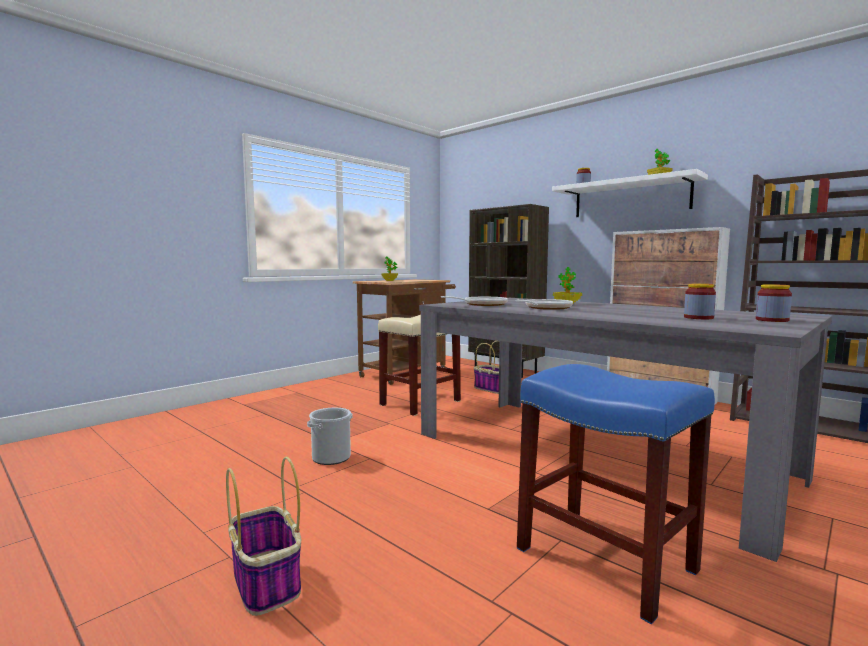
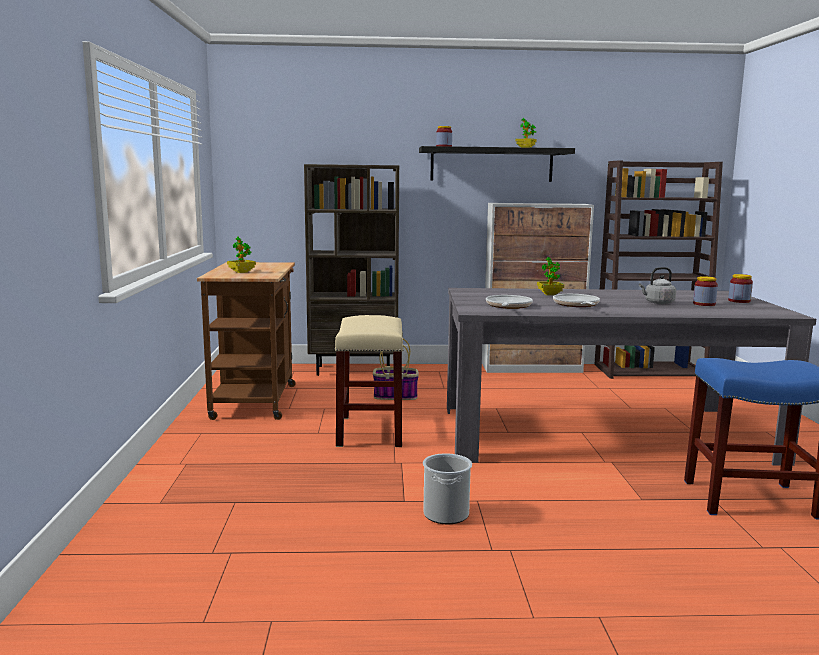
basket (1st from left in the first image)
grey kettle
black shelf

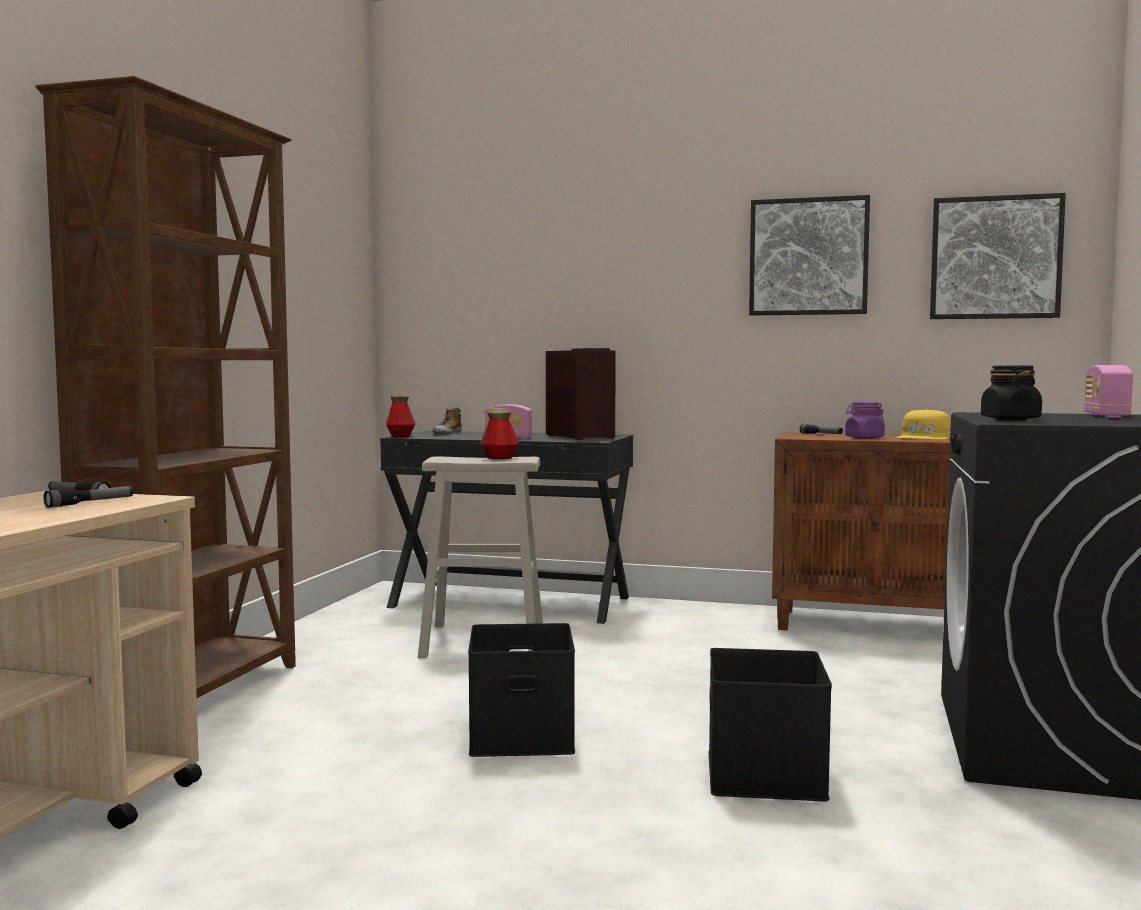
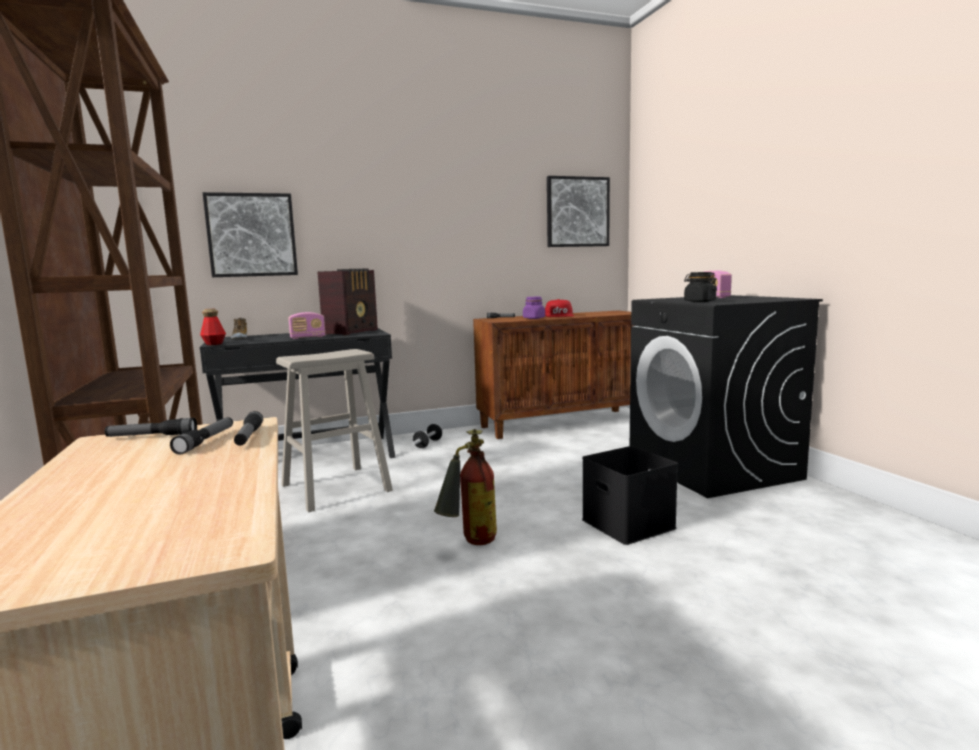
bottle (2nd from left in the first image)
flashlight (3rd from left)
dumbbell
picture (1st from left)
fire extinguisher
red cap
radio (2nd from left)

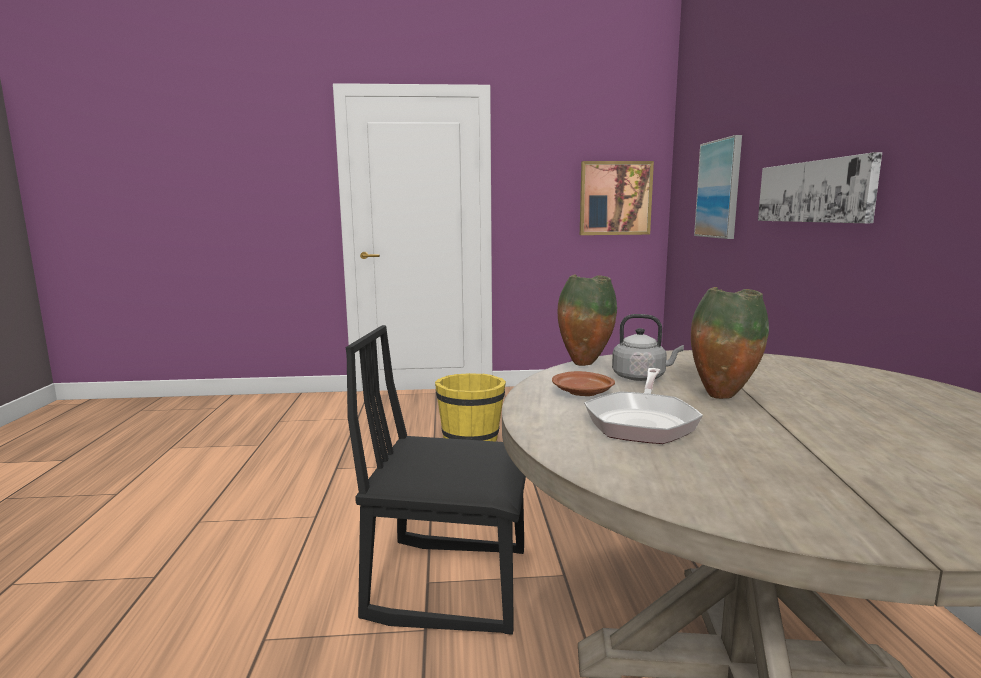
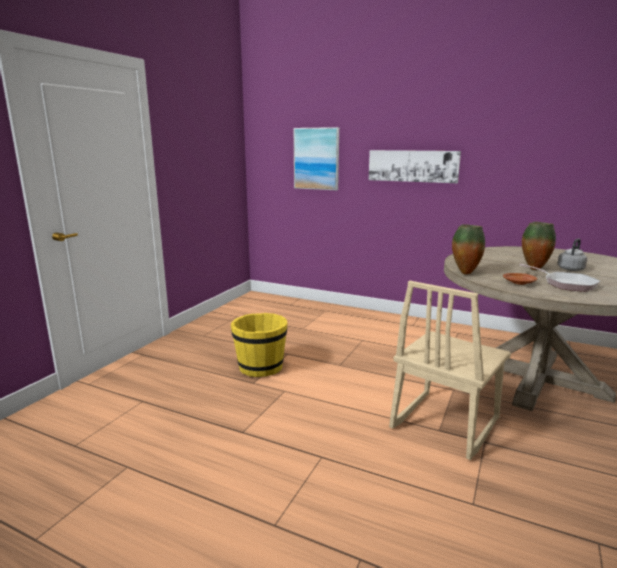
picture (1st from left in the first image)
grey kettle
beige chair

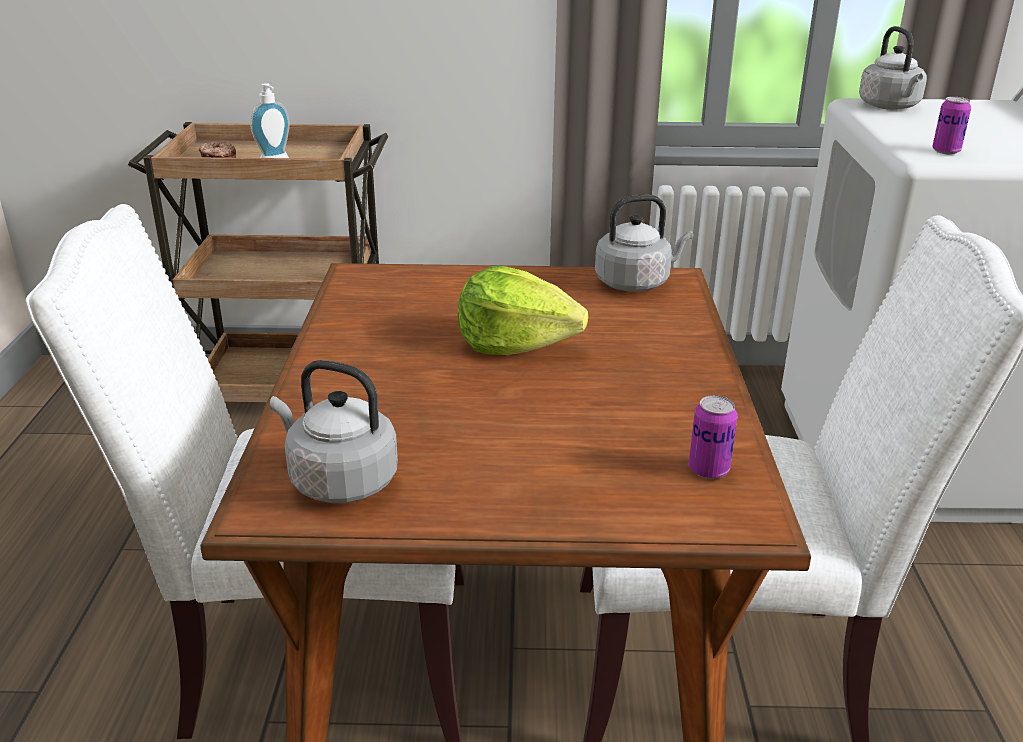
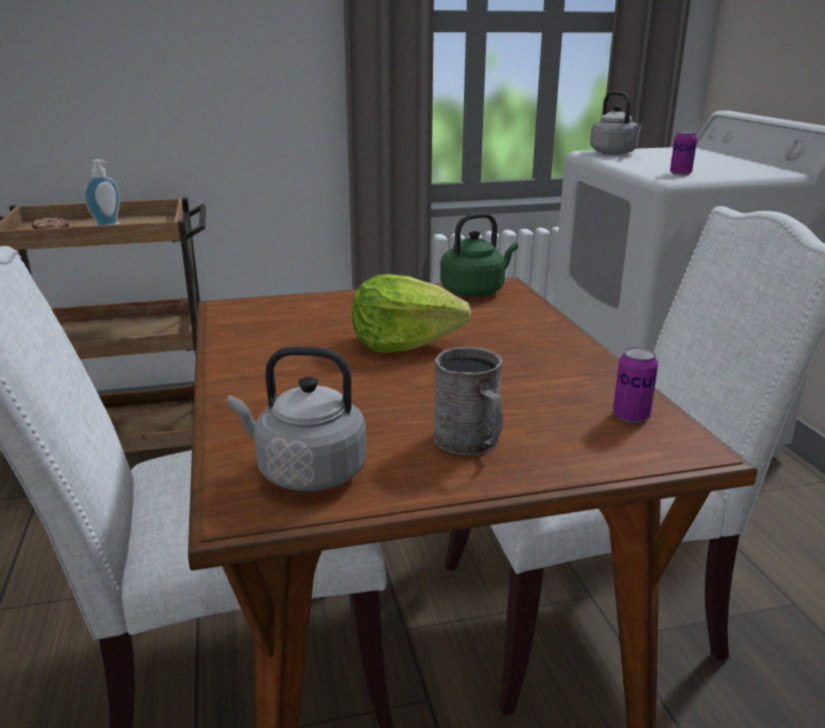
grey mug
green kettle

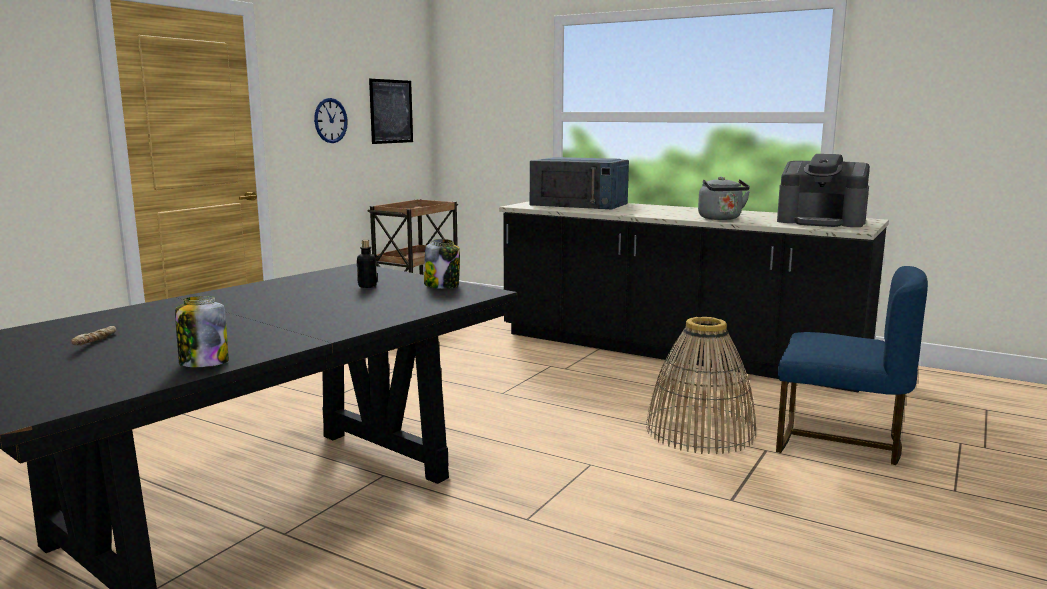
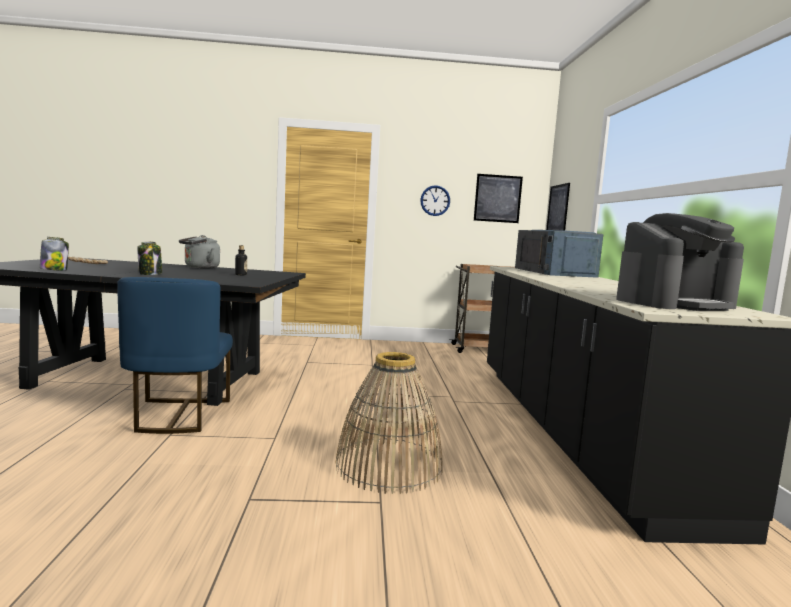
picture (2nd from left)
jar (2nd from left)
grey kettle
blue chair
coffee machine

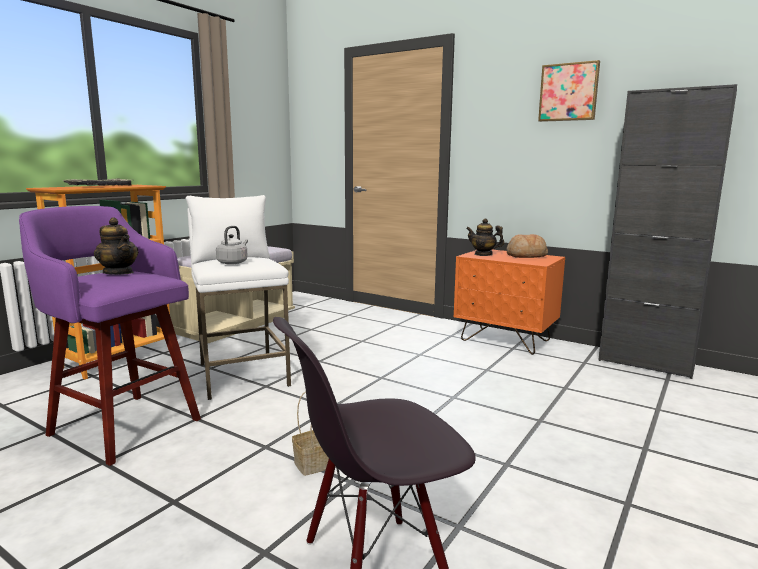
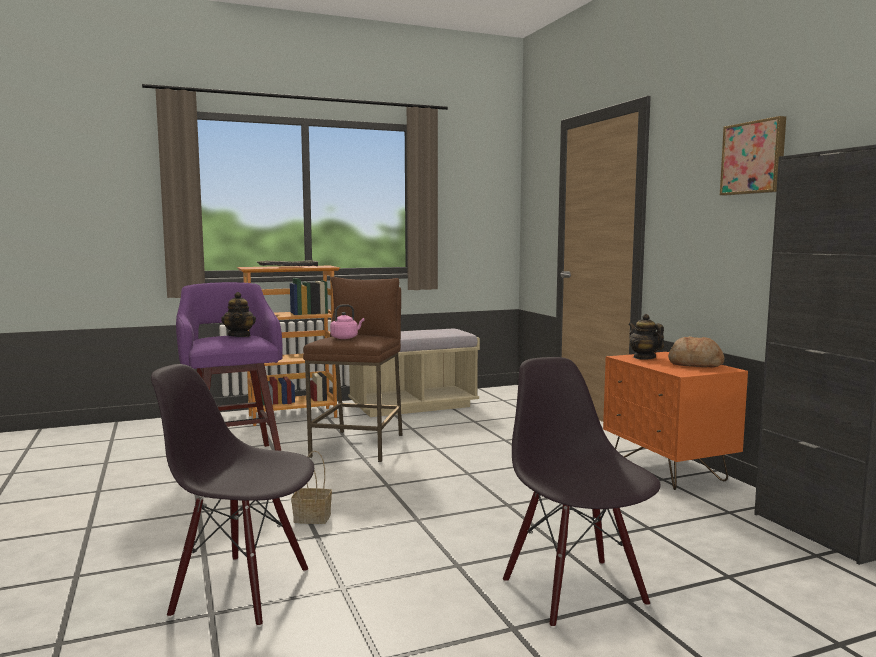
black chair (2nd from left)
brown stool
pink kettle

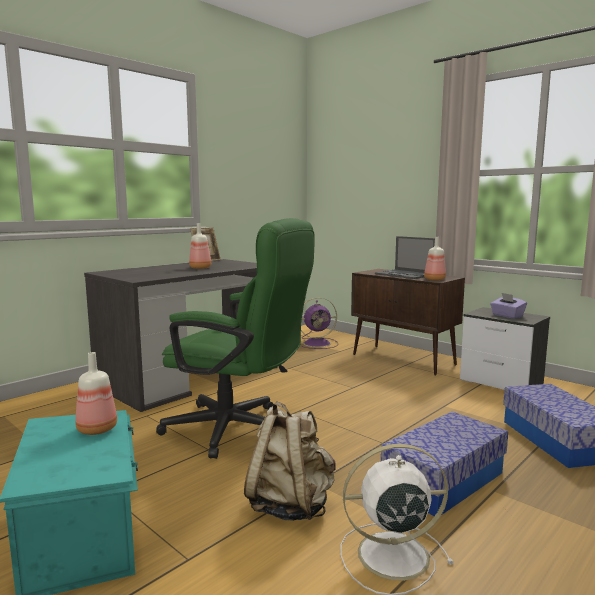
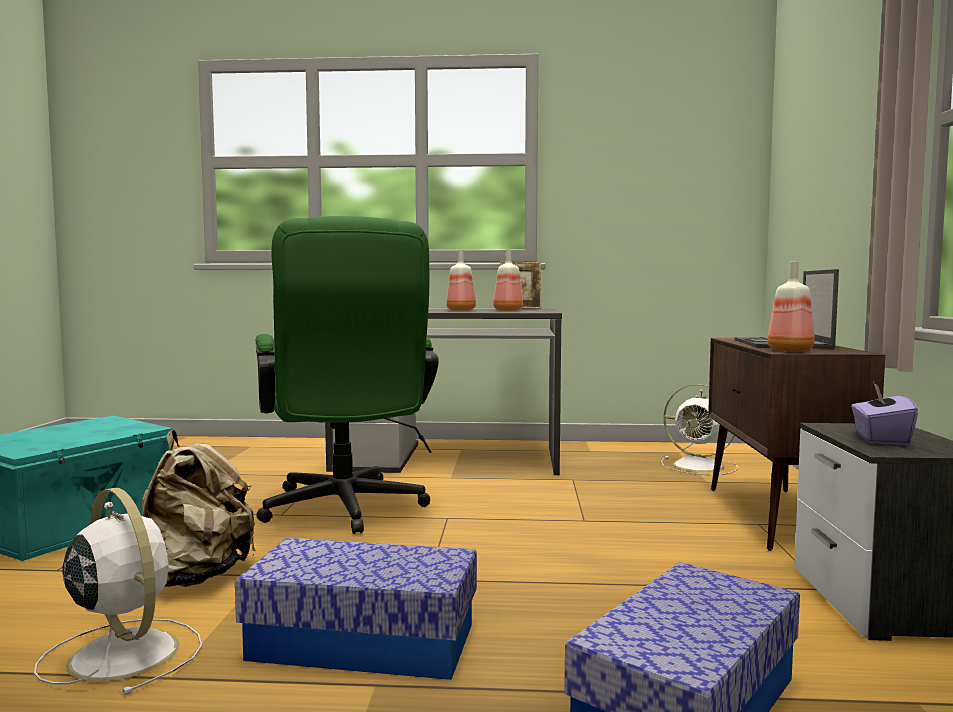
bottle (2nd from left)
white fan (2nd from left)

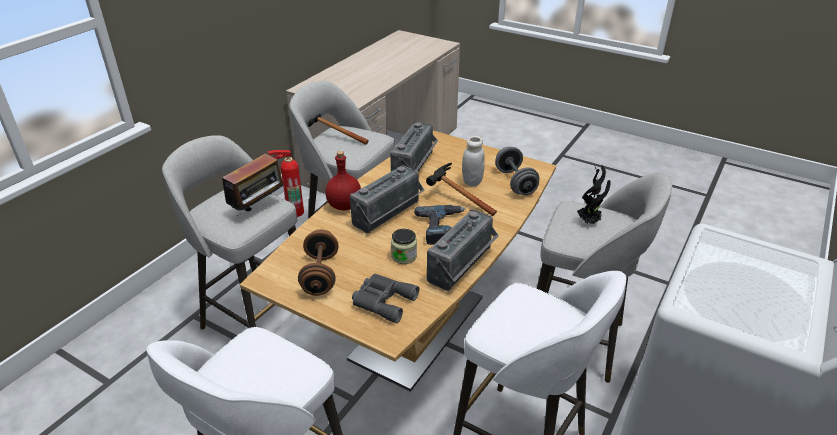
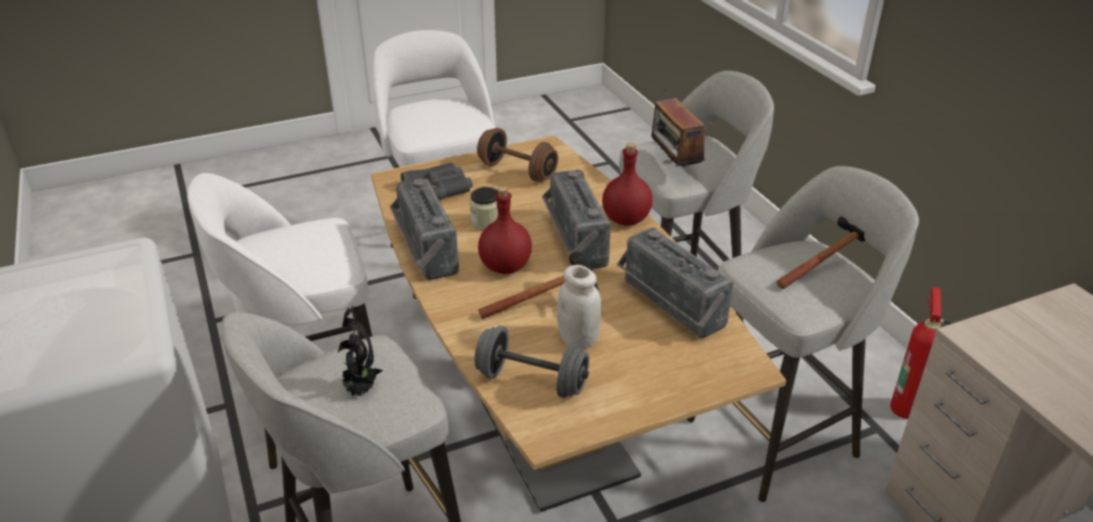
red bottle (1st from left)

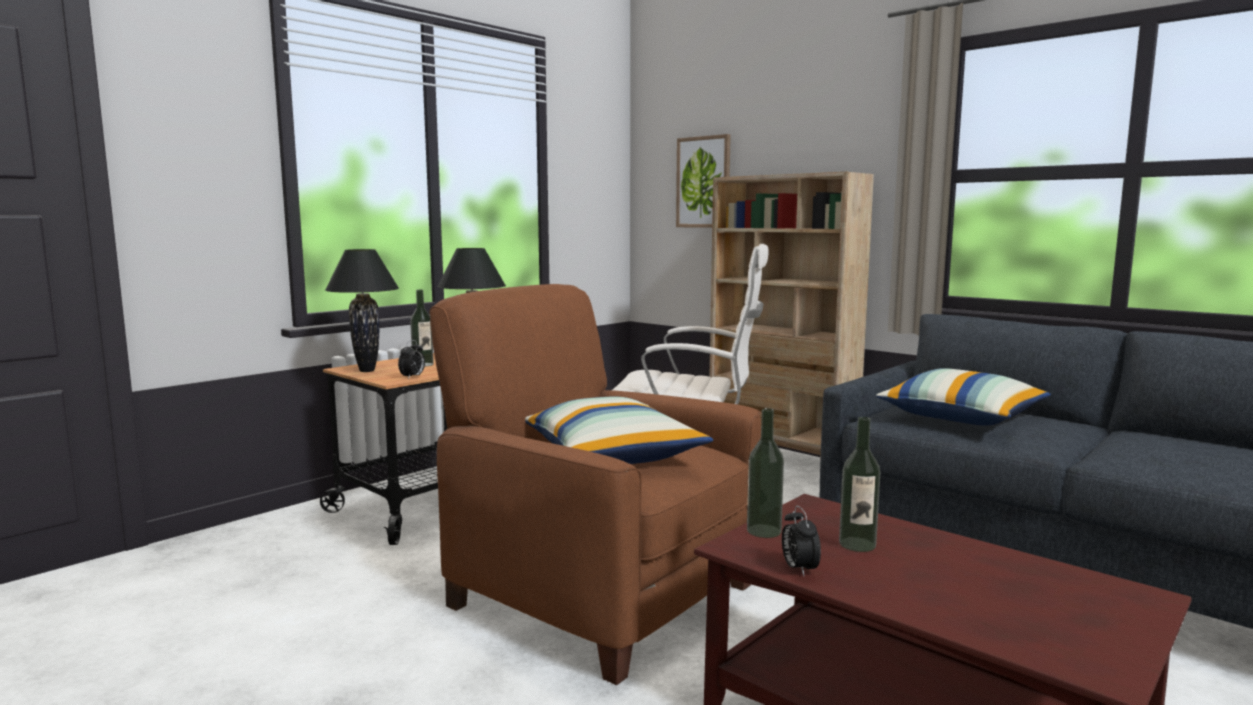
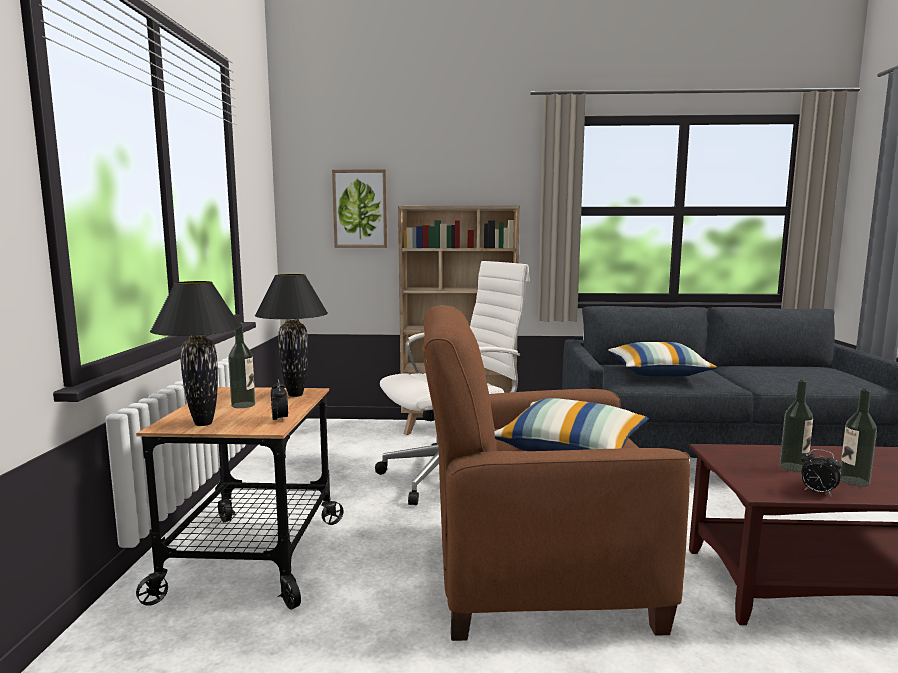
bottle (3rd from left)

